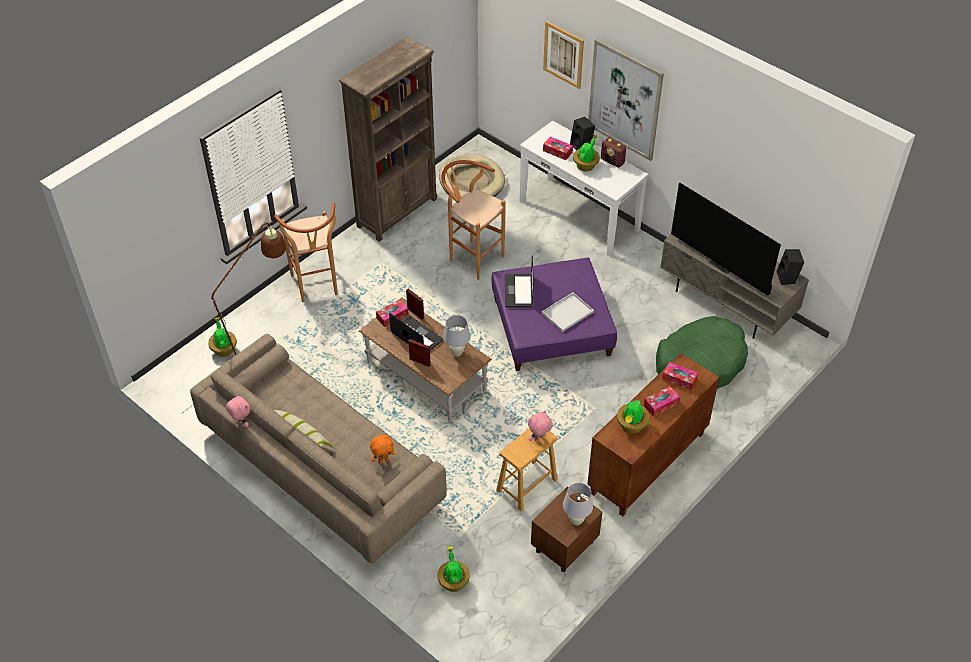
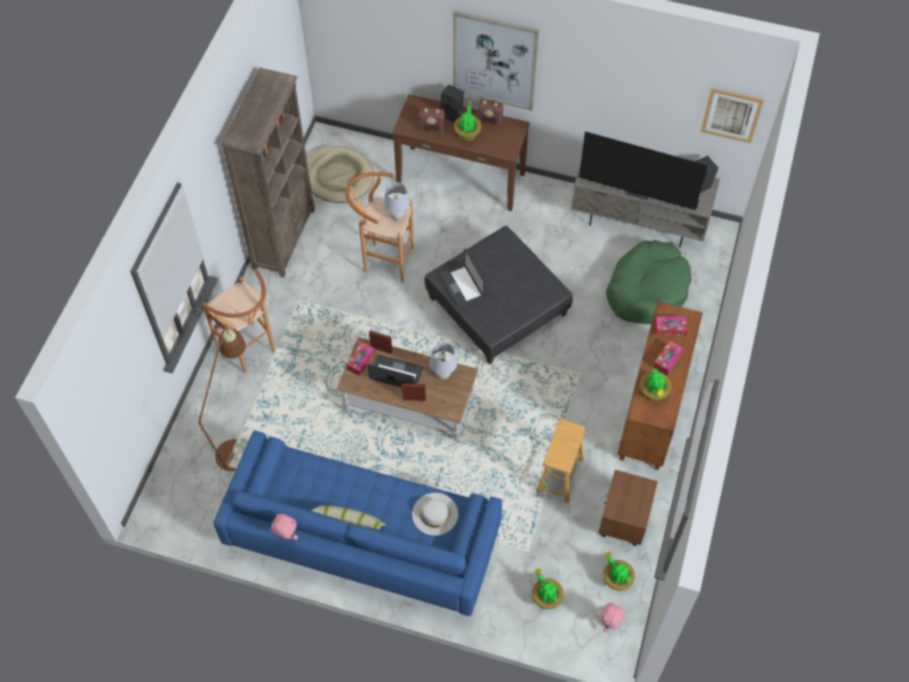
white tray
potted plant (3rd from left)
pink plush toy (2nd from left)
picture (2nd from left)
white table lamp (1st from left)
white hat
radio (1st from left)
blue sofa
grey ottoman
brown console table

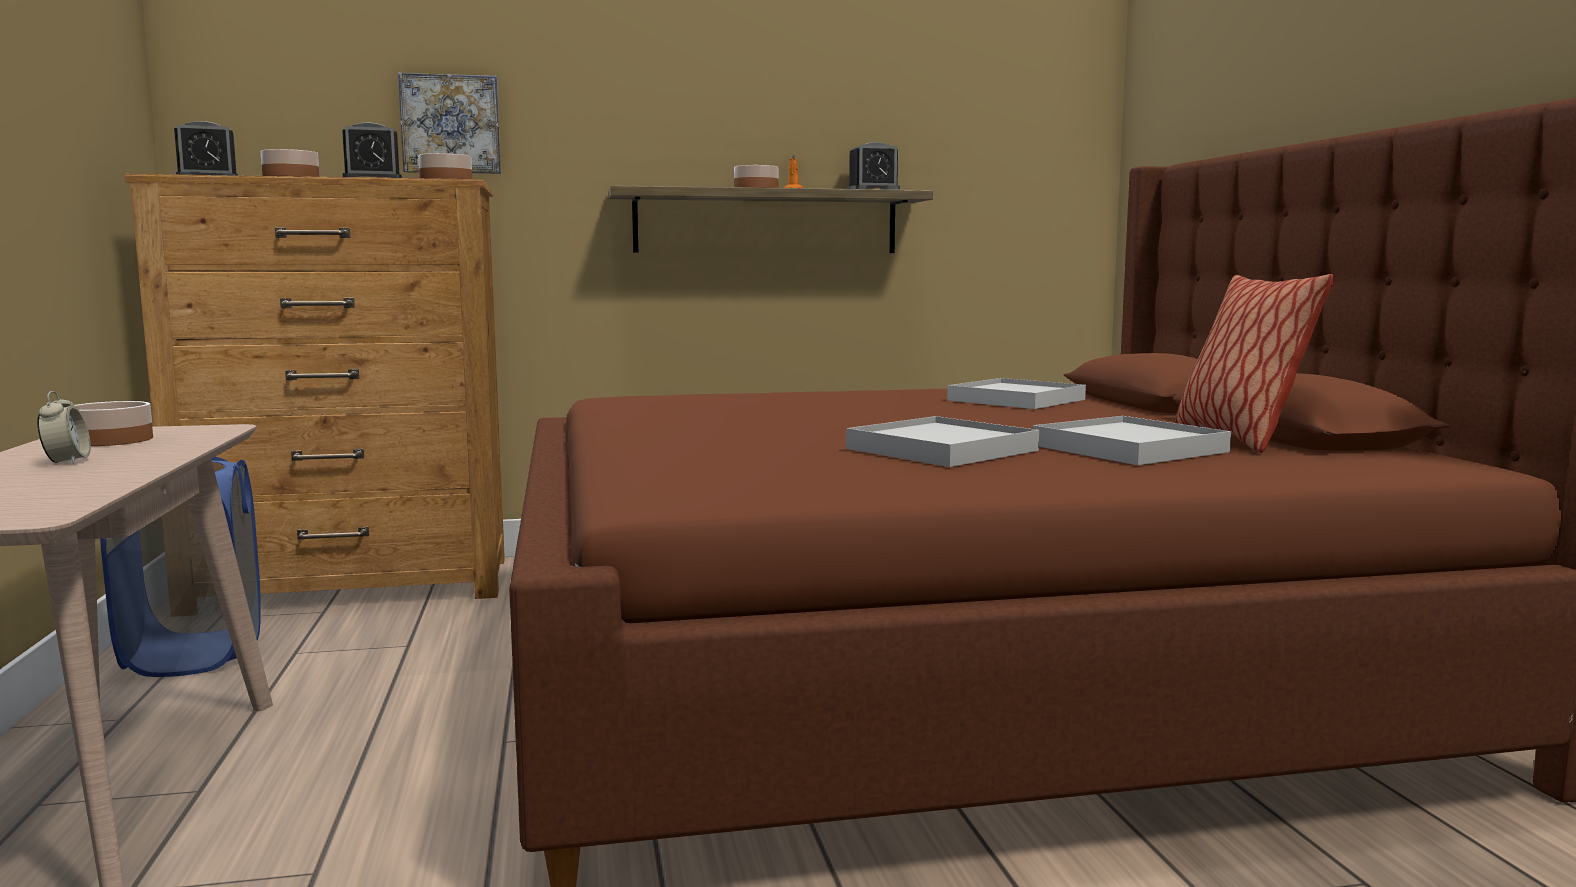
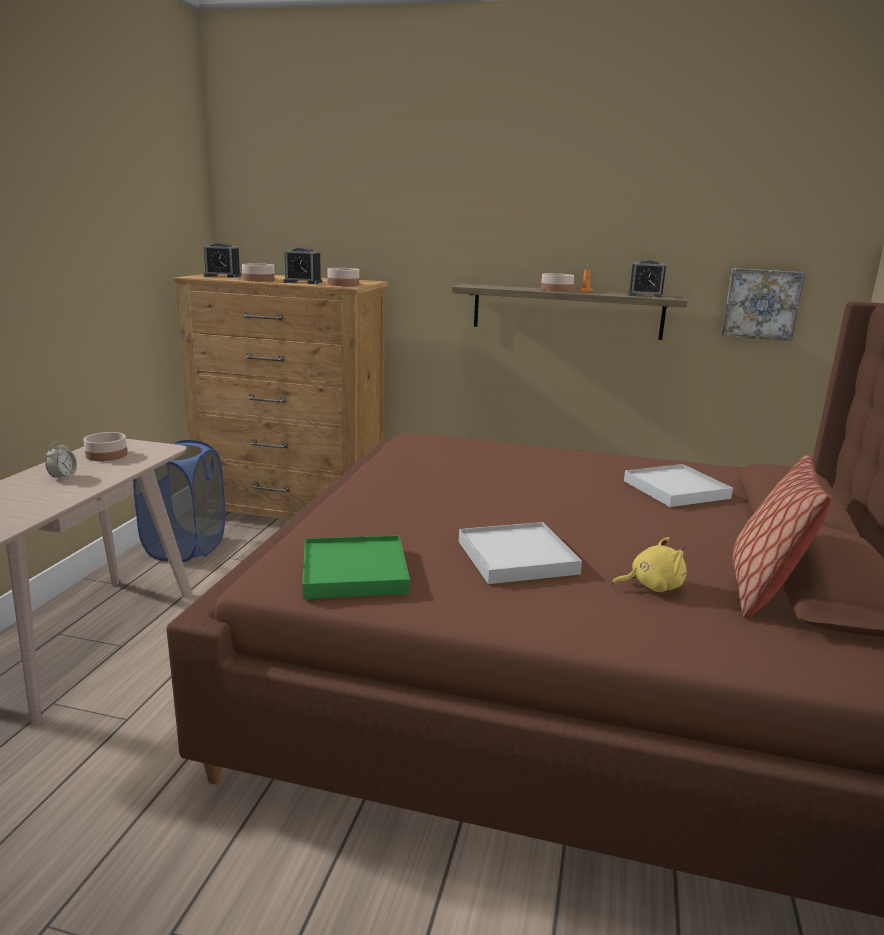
green tray
picture
yellow plush toy

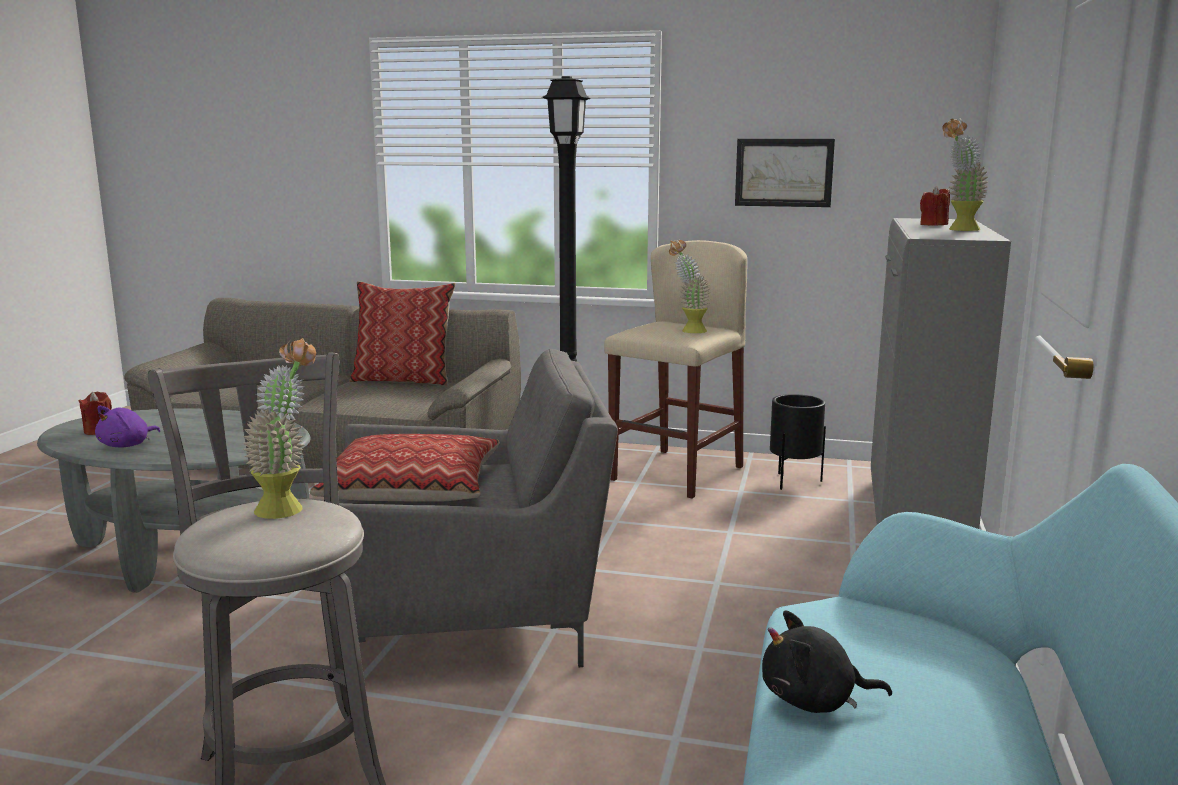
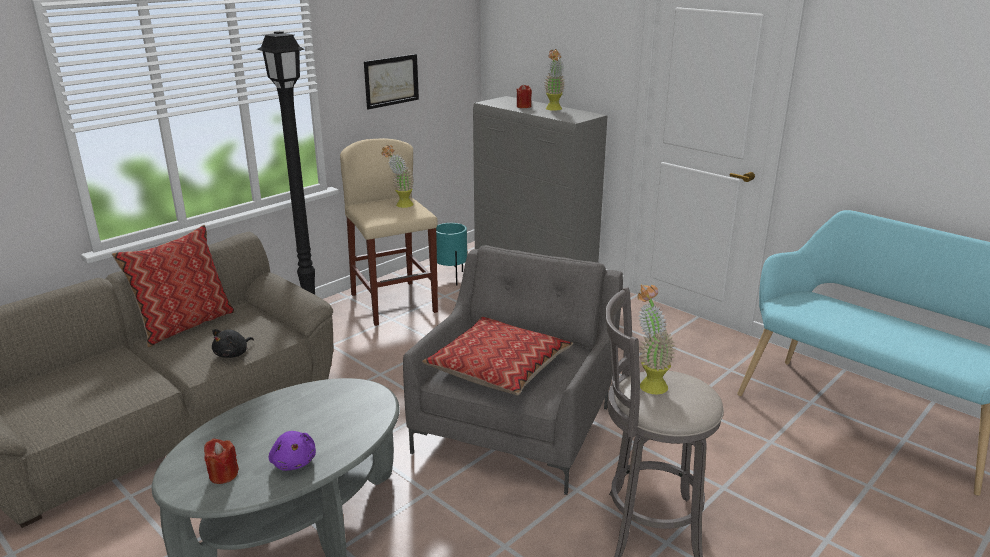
black plush toy
turquoise planter

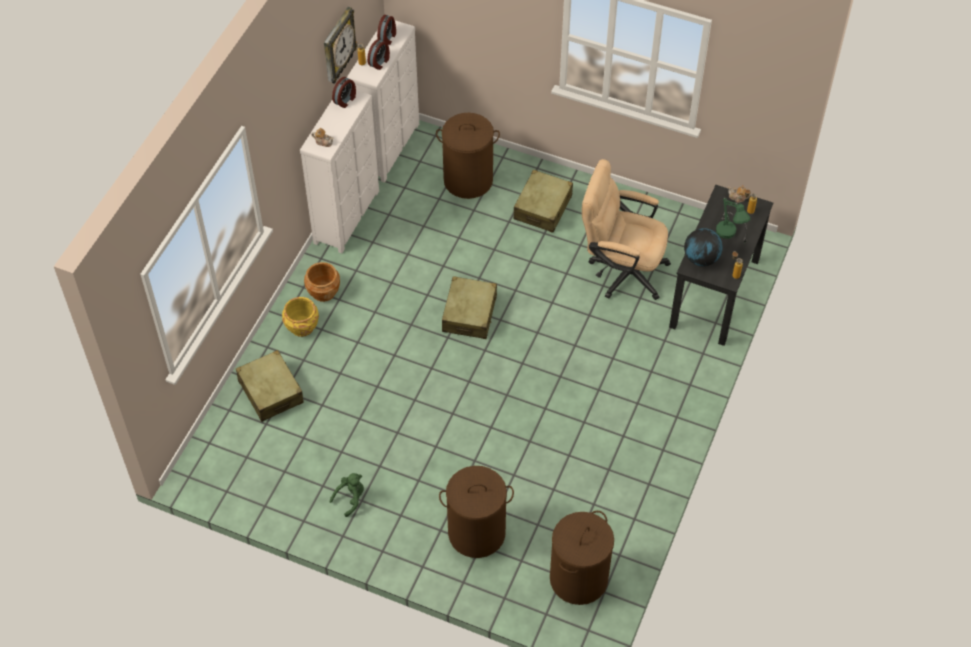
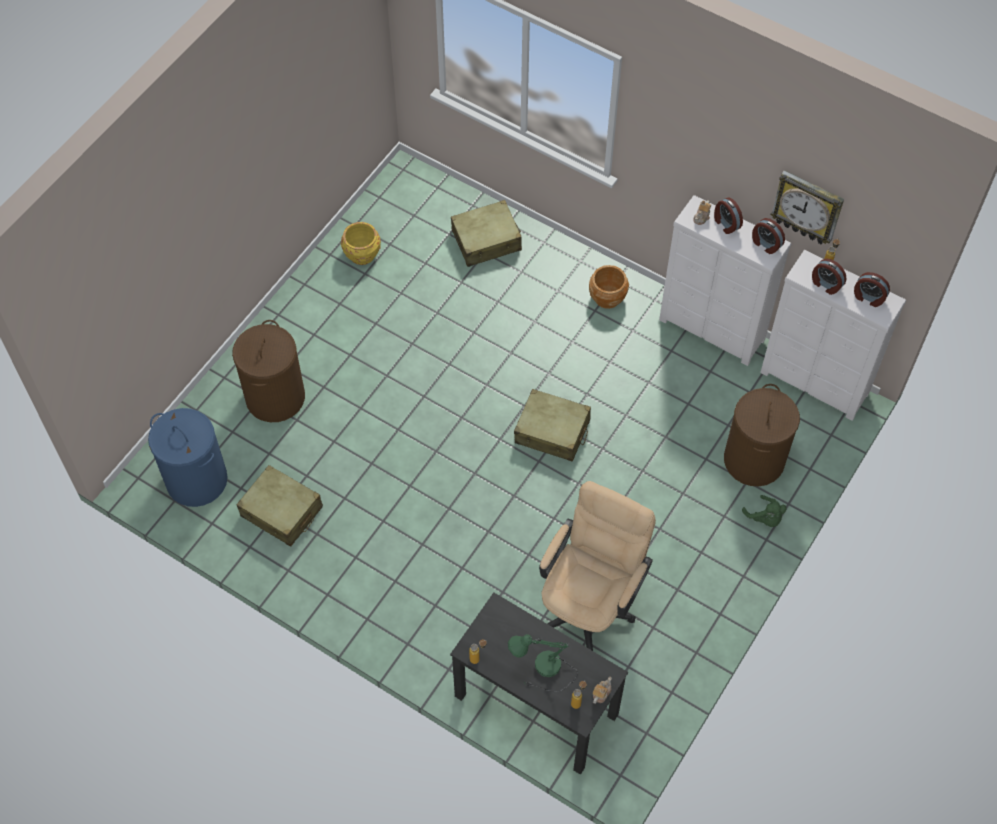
globe
alarm clock (1st from left)
yellow planter
green plush toy
beige suitcase (1st from left)
blue laundry basket

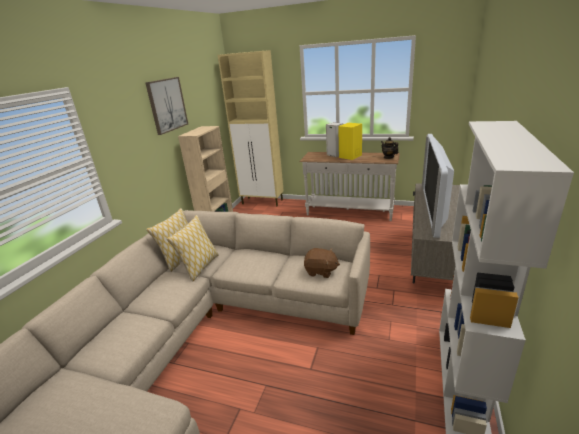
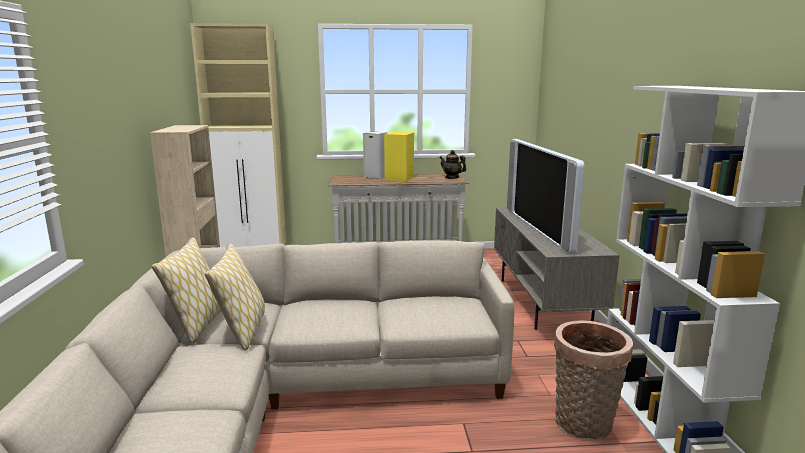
picture
brown plush toy
basket

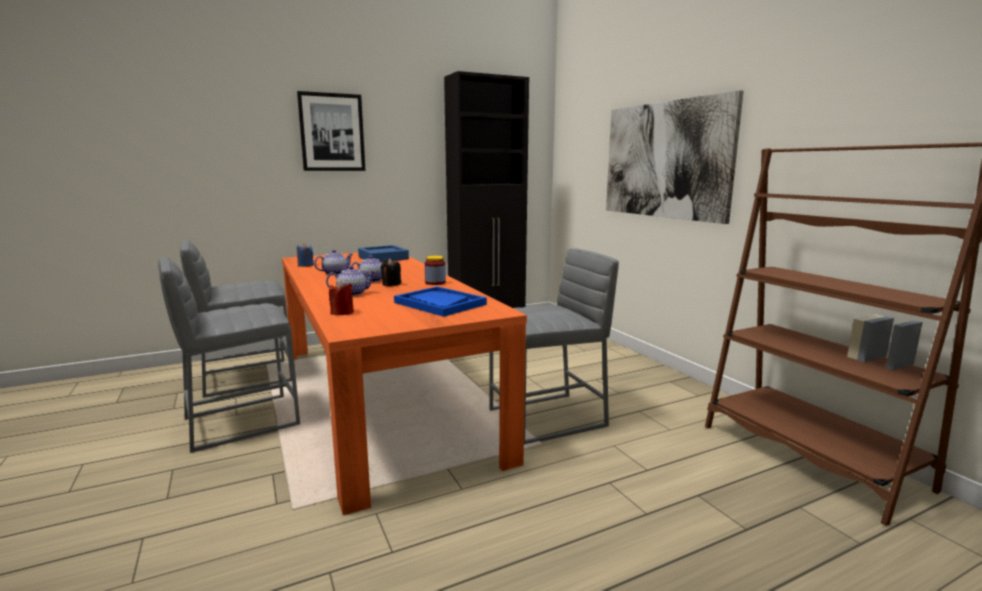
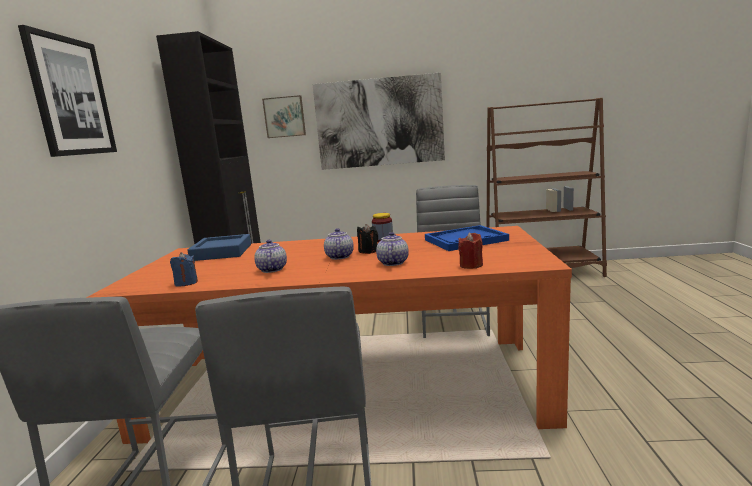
picture (2nd from left)

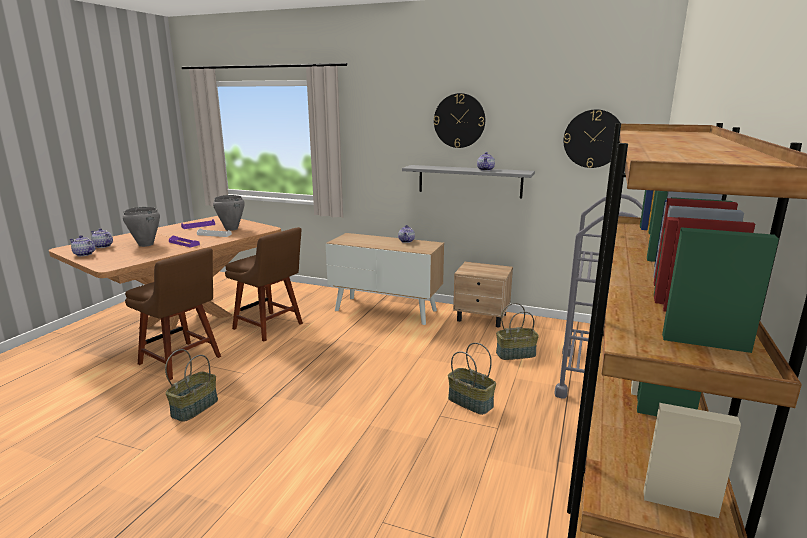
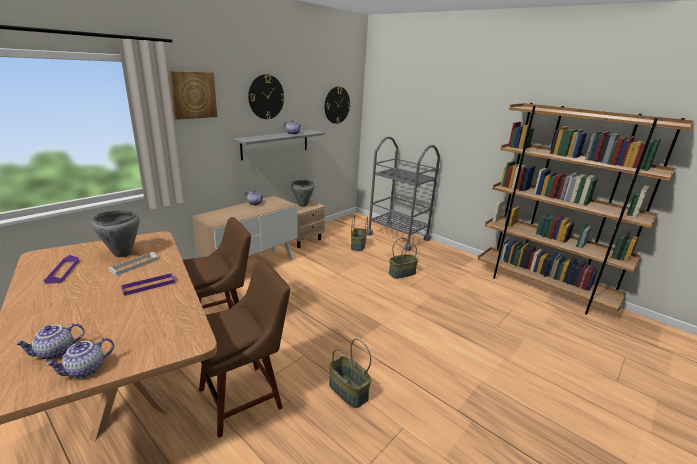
picture
grey cooking pot (2nd from left)

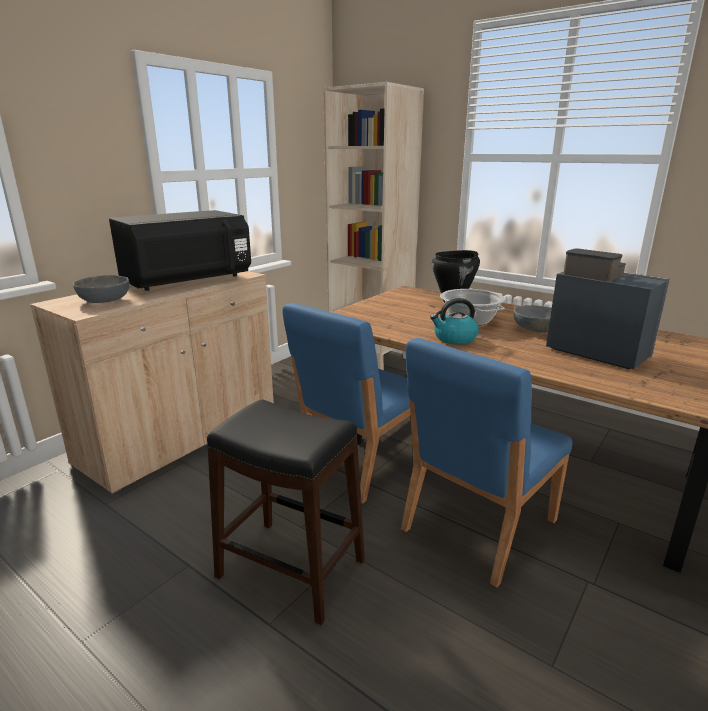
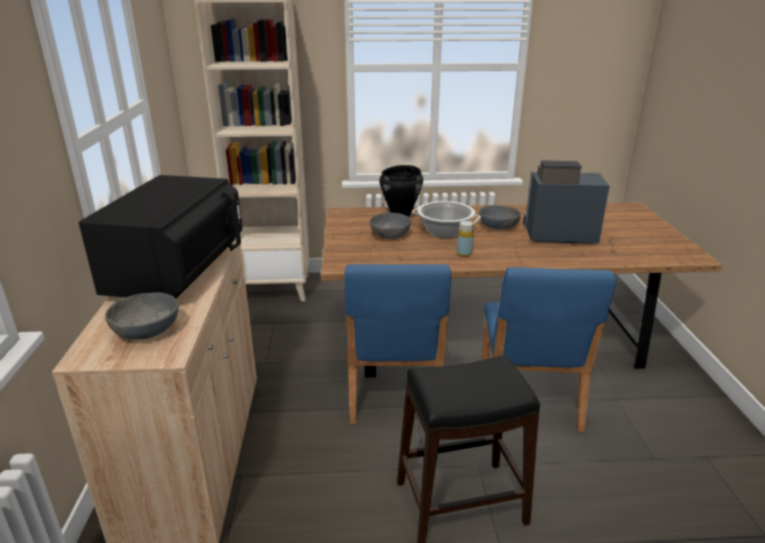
grey bowl (2nd from left)
yellow bottle

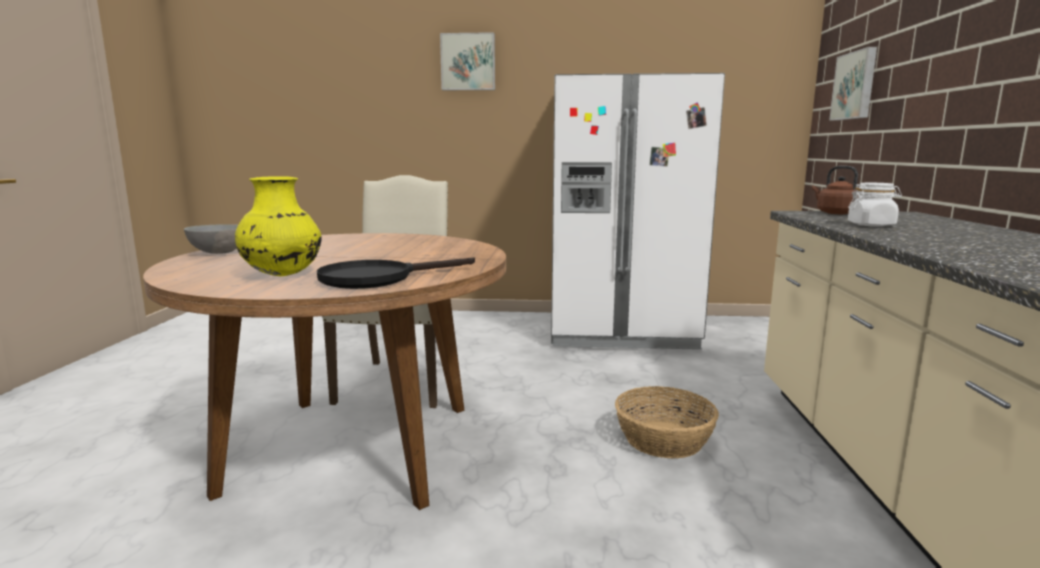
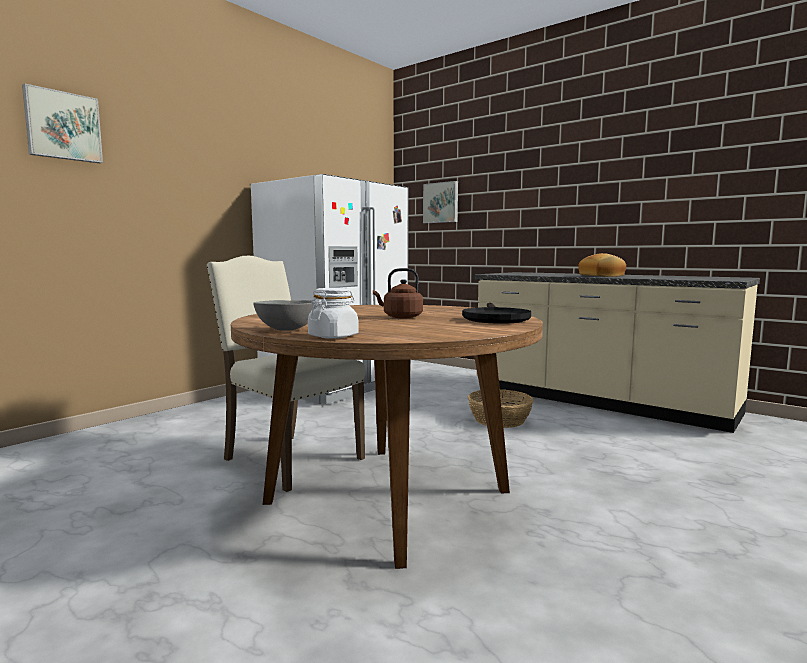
yellow vase
bread
picture (1st from left)
brown kettle
white jar

